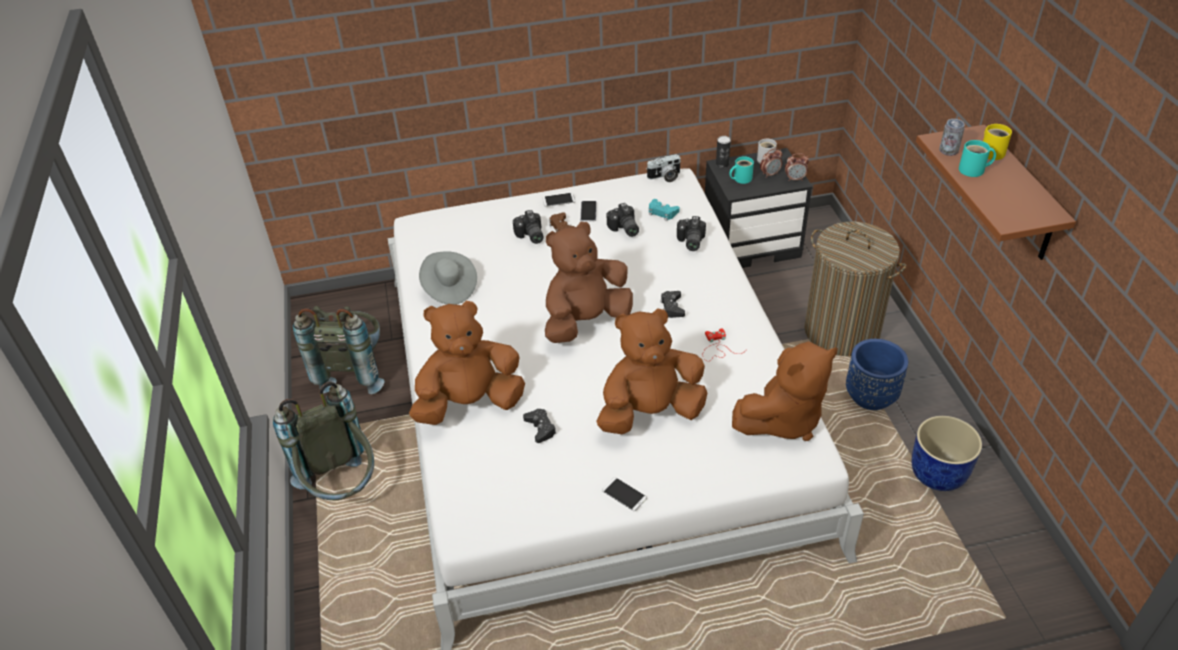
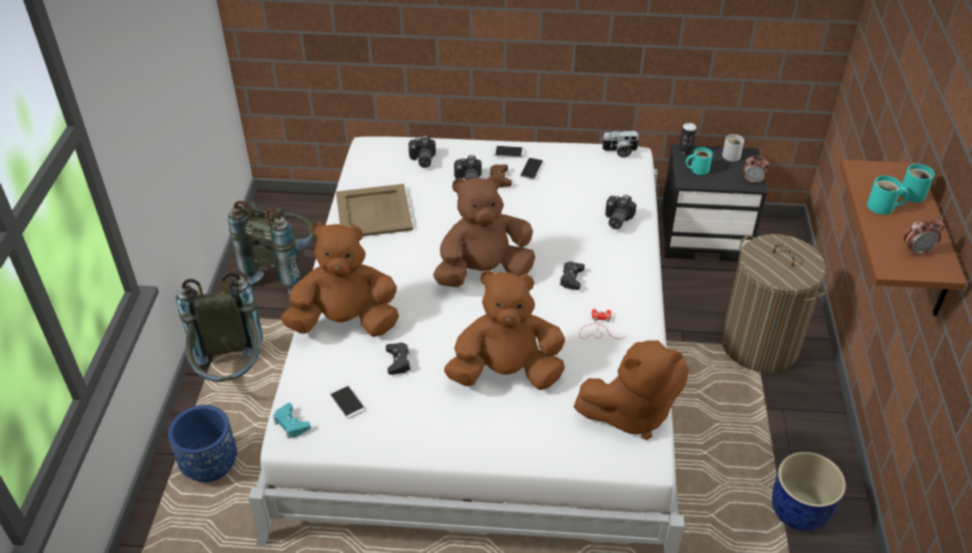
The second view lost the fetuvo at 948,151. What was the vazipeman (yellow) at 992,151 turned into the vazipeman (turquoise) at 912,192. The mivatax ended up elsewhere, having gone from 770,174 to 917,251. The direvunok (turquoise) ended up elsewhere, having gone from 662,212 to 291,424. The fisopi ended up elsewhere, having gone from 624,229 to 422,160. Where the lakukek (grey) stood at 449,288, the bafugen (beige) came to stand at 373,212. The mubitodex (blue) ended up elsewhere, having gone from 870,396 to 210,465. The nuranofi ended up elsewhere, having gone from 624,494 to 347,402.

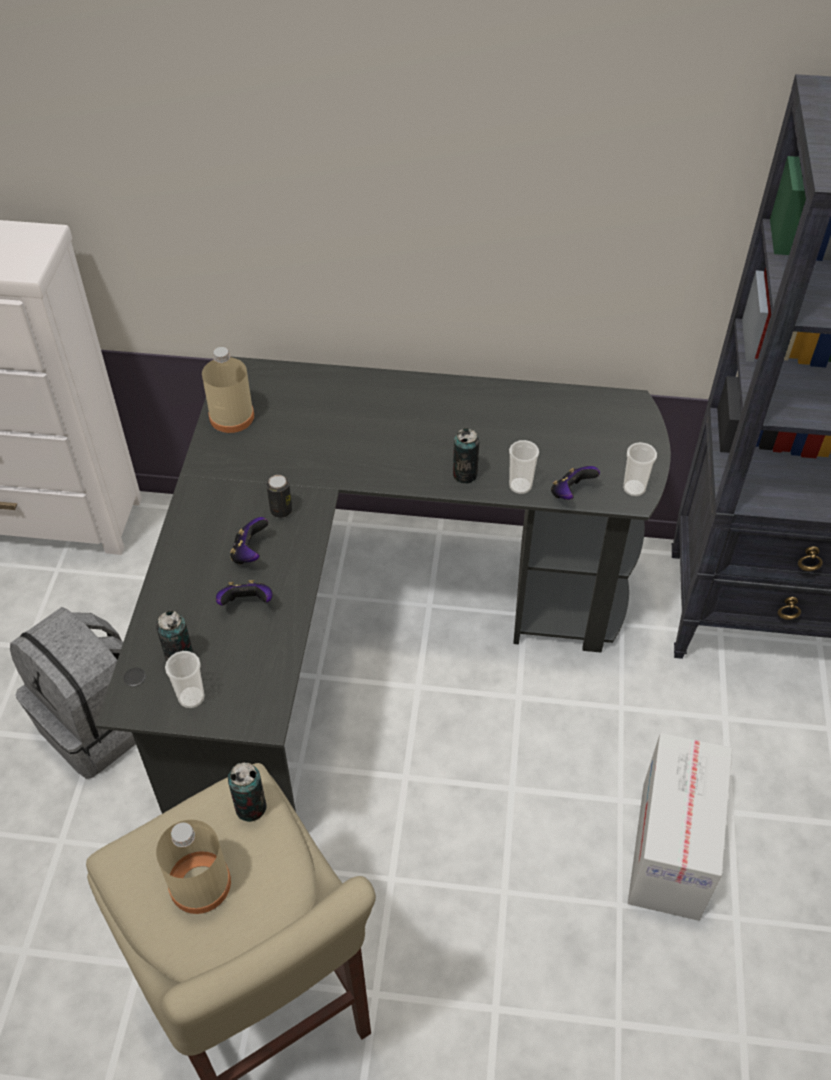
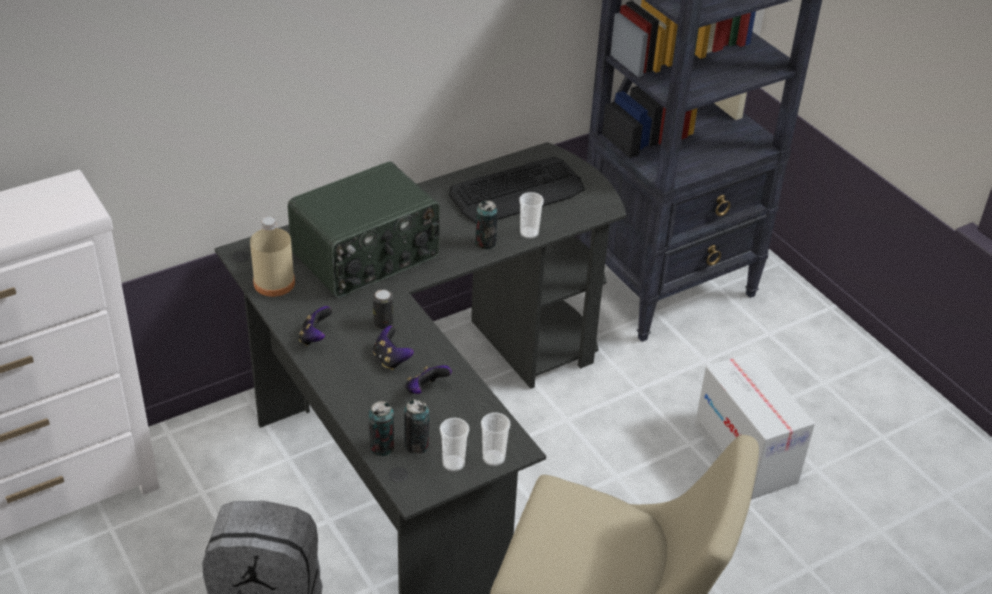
The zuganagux ended up elsewhere, having gone from 634,488 to 493,458. The direvunok ended up elsewhere, having gone from 571,493 to 315,337. The fetuvo ended up elsewhere, having gone from 250,807 to 382,447. The second view lost the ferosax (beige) at 200,883. The second view gained the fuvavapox at 517,192. The second view gained the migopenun at 367,257.

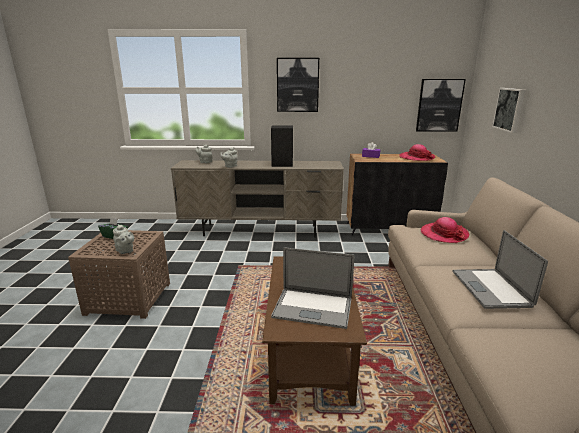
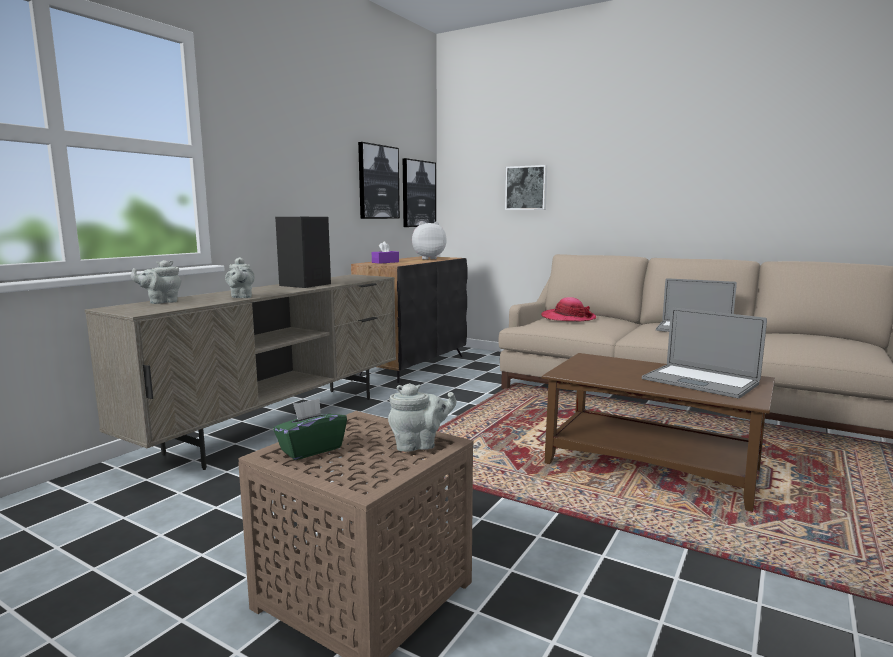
The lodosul ended up elsewhere, having gone from 297,85 to 378,182. Where the lakukek stood at 416,158, the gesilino came to stand at 428,258. The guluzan at 312,308 ended up facing another way, 90 degrees clockwise from before.

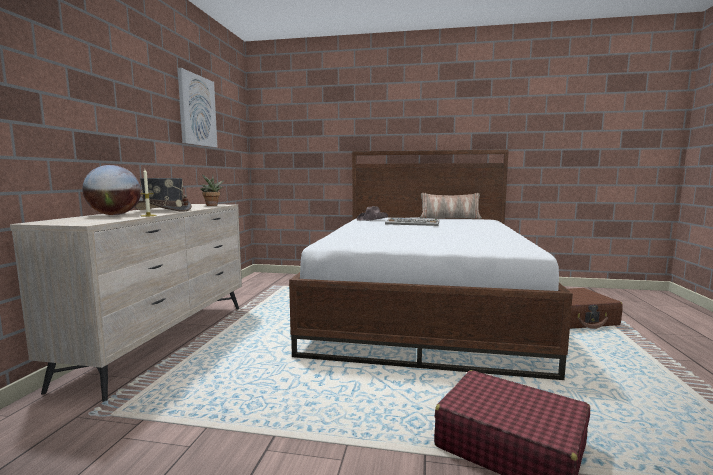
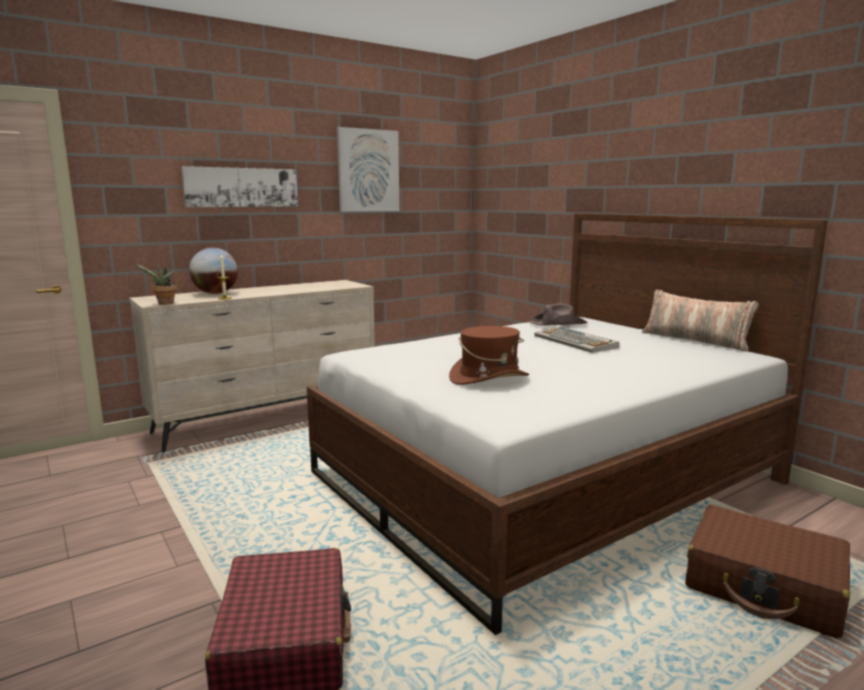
The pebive ended up elsewhere, having gone from 212,205 to 164,303. The second view lost the lakukek (grey) at 163,210. The second view gained the lodosul at 242,187. The second view gained the lakukek (brown) at 489,378.

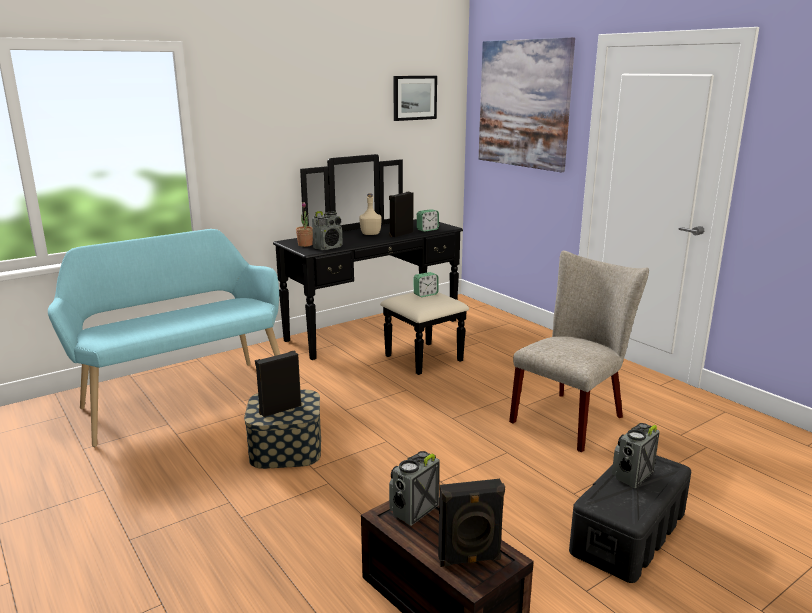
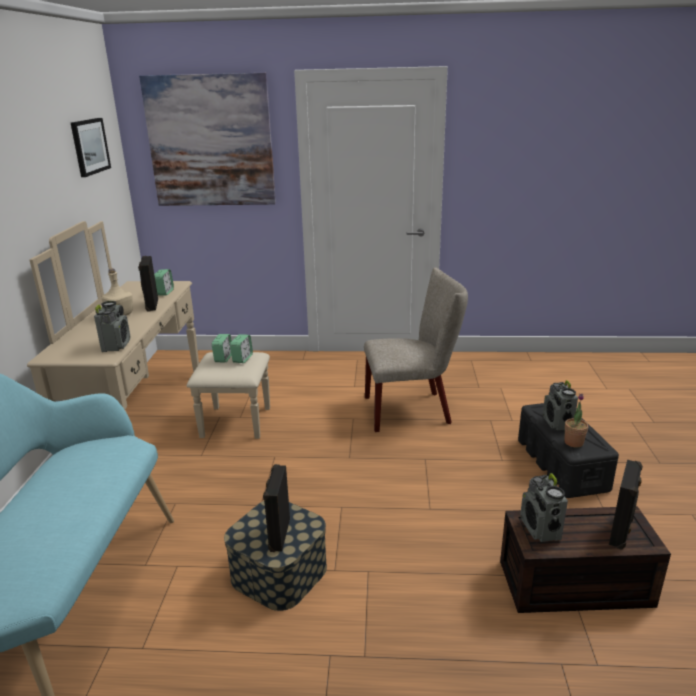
What was the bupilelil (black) at 384,336 turned into the bupilelil (beige) at 163,420. The pebive ended up elsewhere, having gone from 305,245 to 573,442. The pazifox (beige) at 572,417 ended up facing another way, 90 degrees clockwise from before. The second view gained the mivatax at 242,359.

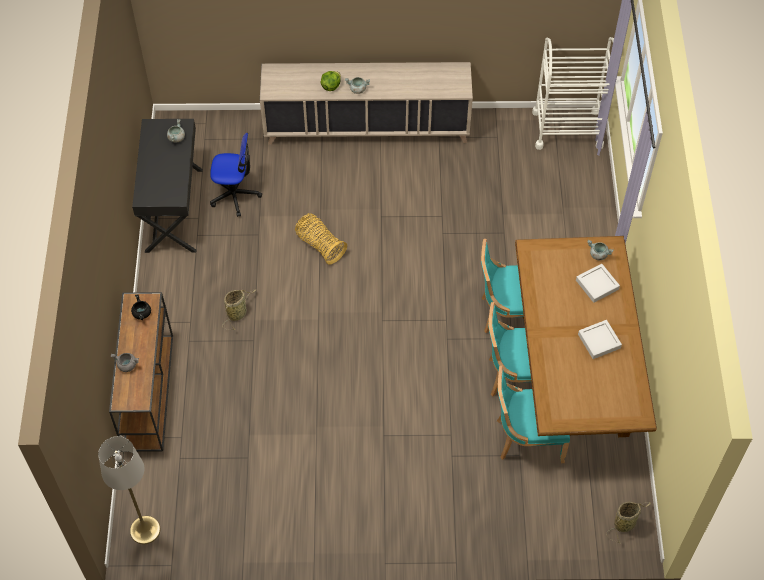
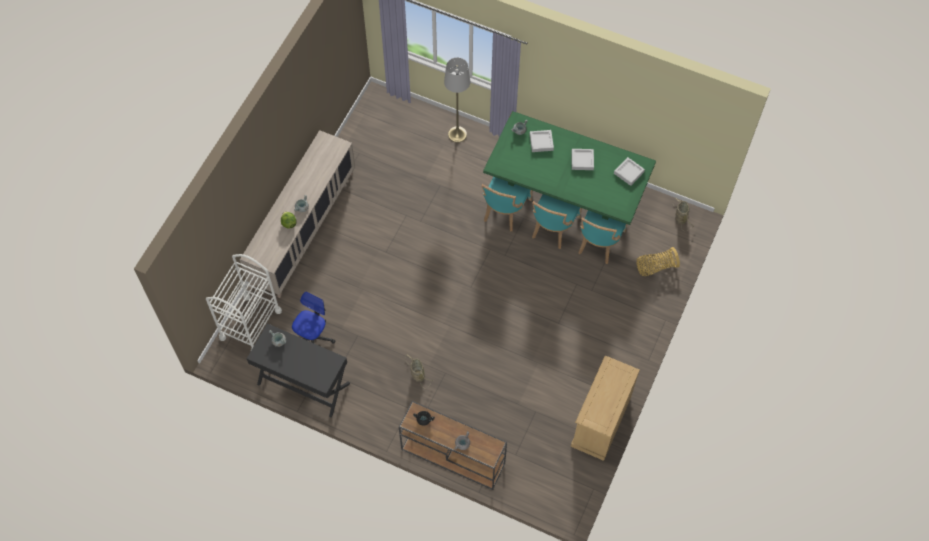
The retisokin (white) ended up elsewhere, having gone from 567,129 to 250,324. The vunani ended up elsewhere, having gone from 320,245 to 655,267. What was the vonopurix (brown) at 574,373 turned into the vonopurix (green) at 566,196. The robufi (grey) ended up elsewhere, having gone from 145,530 to 457,134. The second view gained the bafugen (grey) at 628,172. The second view gained the bupilelil (beige) at 600,421.

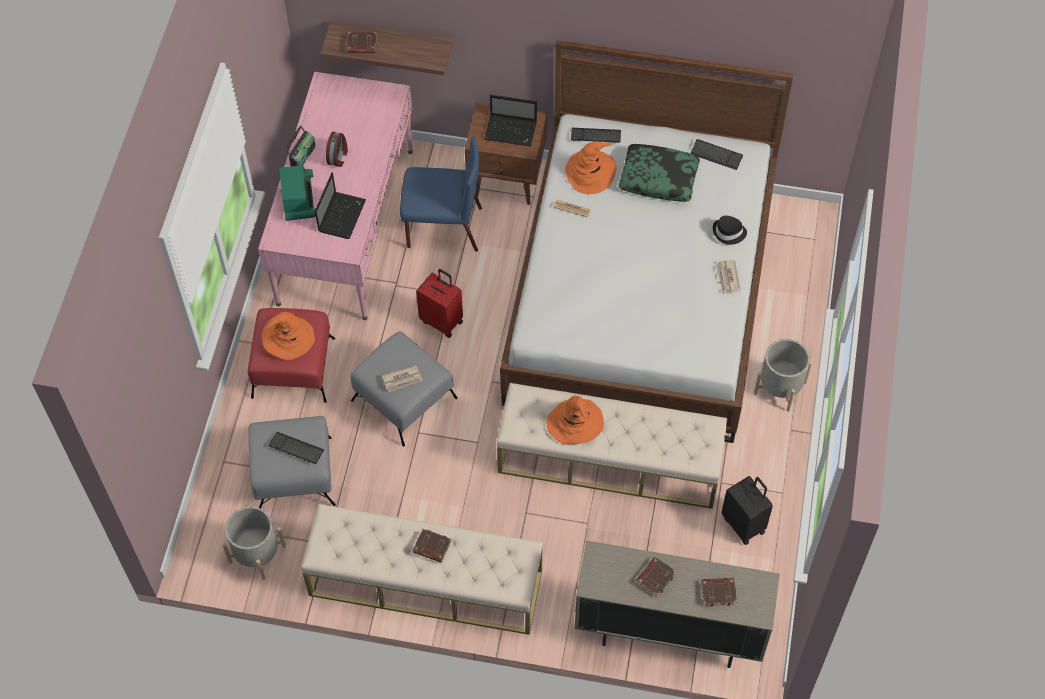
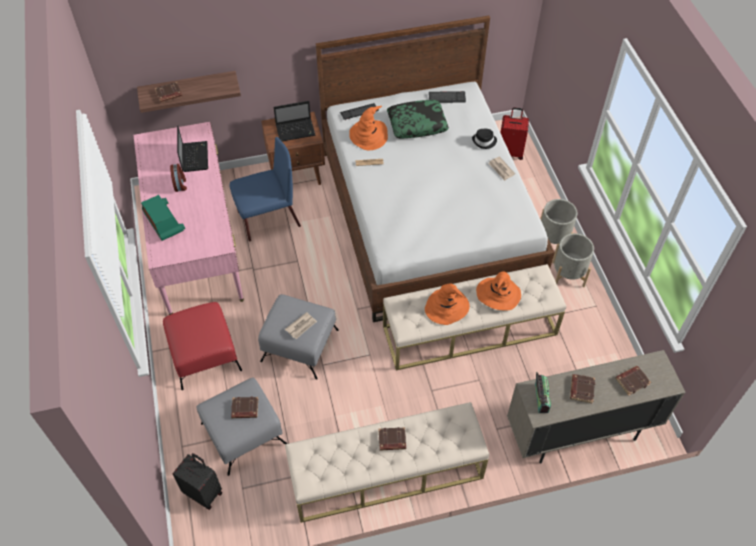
The migopenun ended up elsewhere, having gone from 302,155 to 540,398. The guluzan ended up elsewhere, having gone from 342,215 to 194,156. The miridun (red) ended up elsewhere, having gone from 442,321 to 510,152. The lakukek (orange) ended up elsewhere, having gone from 287,337 to 498,294. Where the fuvavapox stood at 296,448, the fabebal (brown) came to stand at 244,409. The miridun (black) ended up elsewhere, having gone from 744,524 to 204,492. The mubitodex (grey) ended up elsewhere, having gone from 257,554 to 568,274.

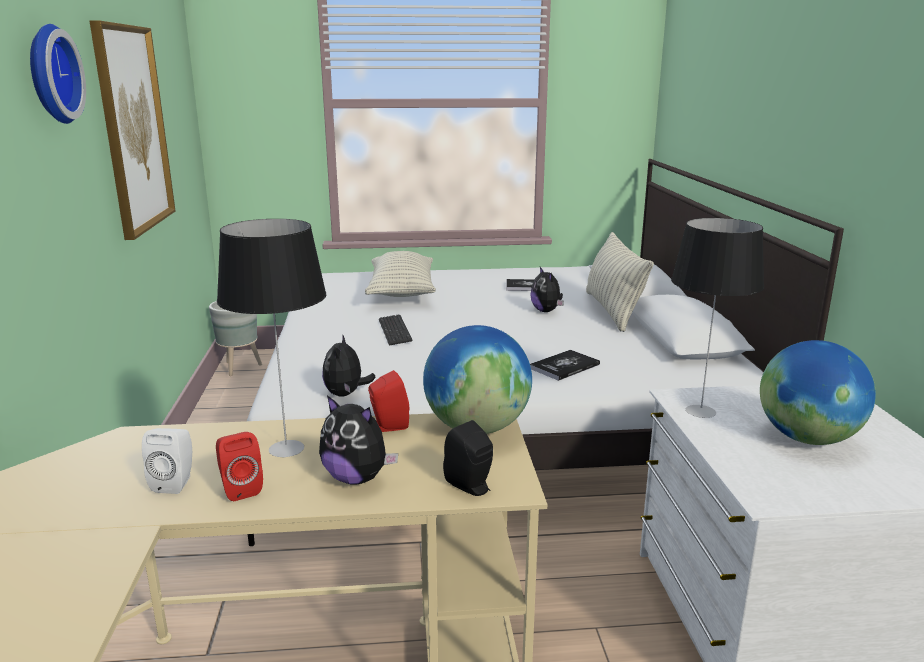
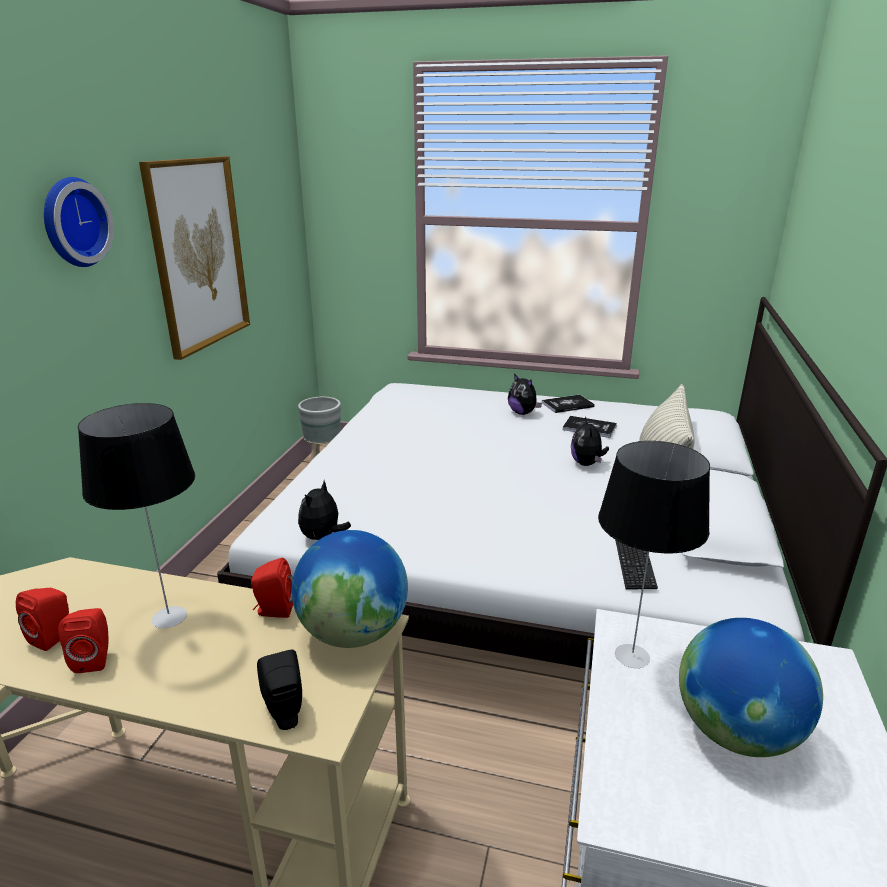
The second view lost the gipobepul at 401,291. The fuvavapox ended up elsewhere, having gone from 394,331 to 634,561. The fabebal ended up elsewhere, having gone from 564,366 to 567,405. The gesilino ended up elsewhere, having gone from 357,478 to 522,413. What was the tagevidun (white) at 176,482 turned into the tagevidun (red) at 54,636.

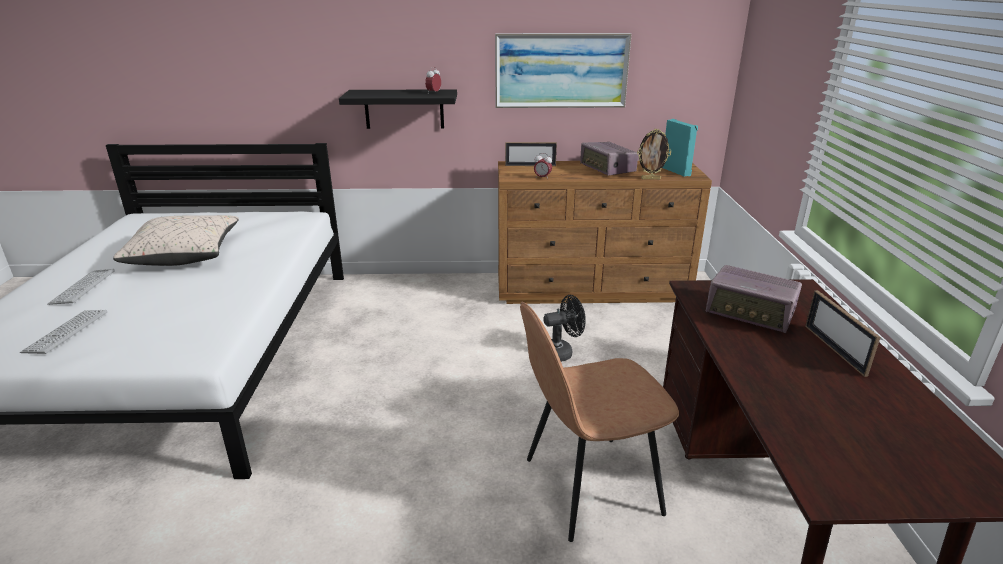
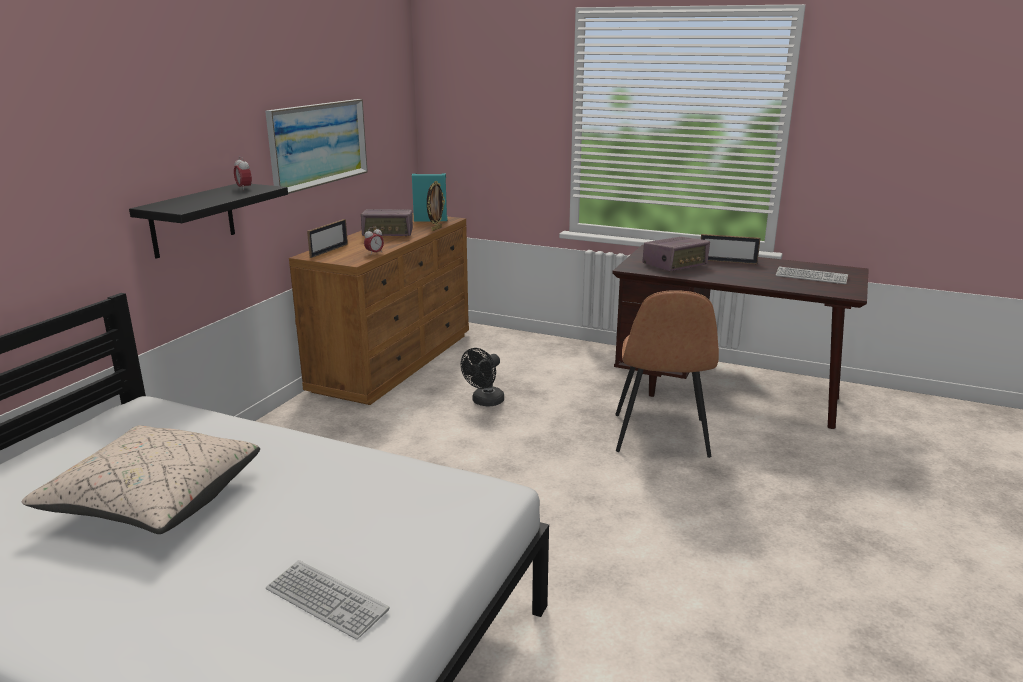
The fuvavapox ended up elsewhere, having gone from 83,287 to 811,277. The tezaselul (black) at 561,352 ended up facing another way, 150 degrees counterclockwise from before.

